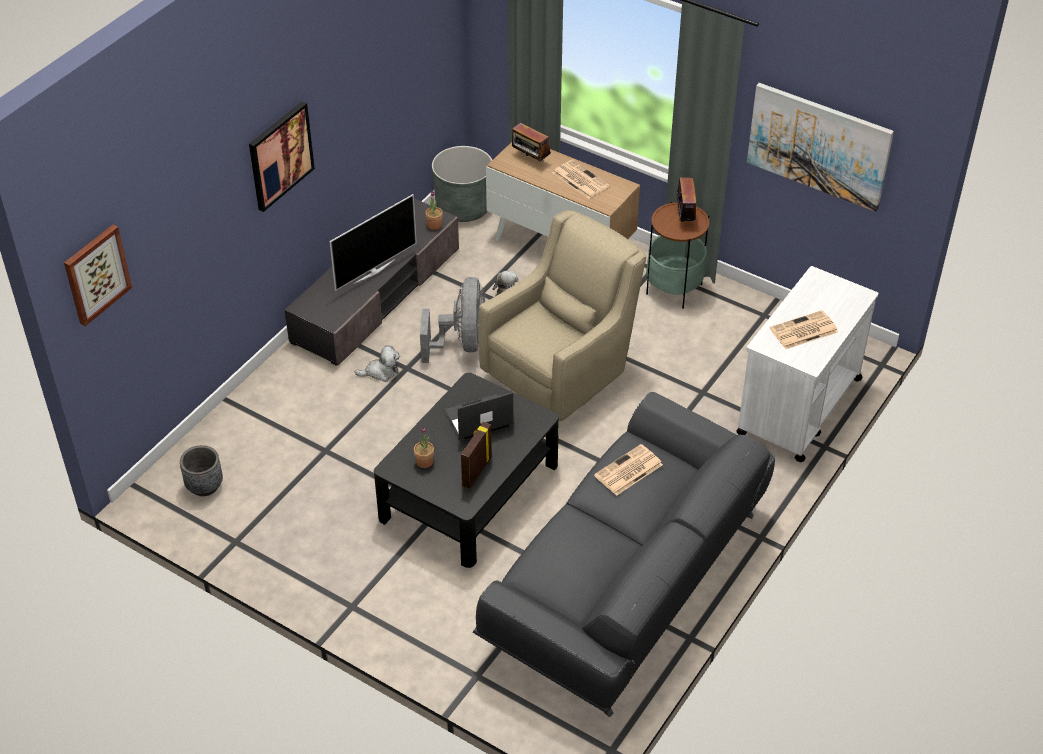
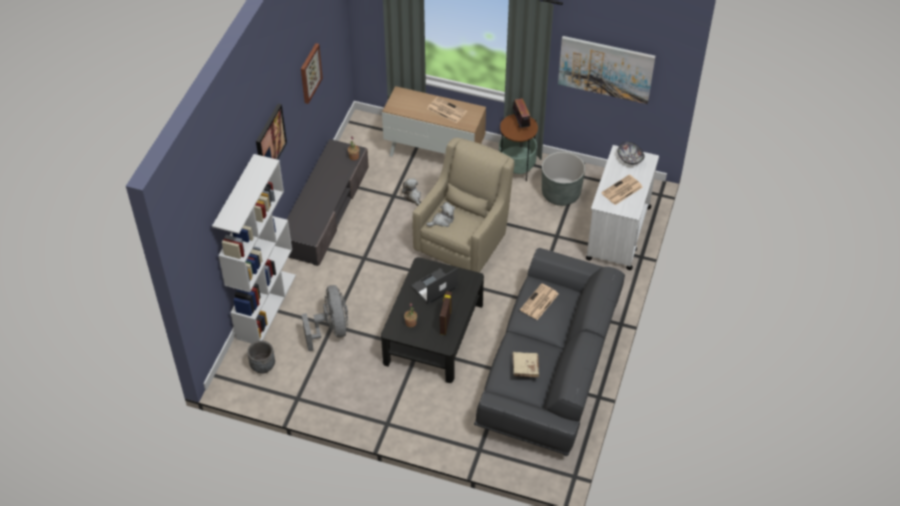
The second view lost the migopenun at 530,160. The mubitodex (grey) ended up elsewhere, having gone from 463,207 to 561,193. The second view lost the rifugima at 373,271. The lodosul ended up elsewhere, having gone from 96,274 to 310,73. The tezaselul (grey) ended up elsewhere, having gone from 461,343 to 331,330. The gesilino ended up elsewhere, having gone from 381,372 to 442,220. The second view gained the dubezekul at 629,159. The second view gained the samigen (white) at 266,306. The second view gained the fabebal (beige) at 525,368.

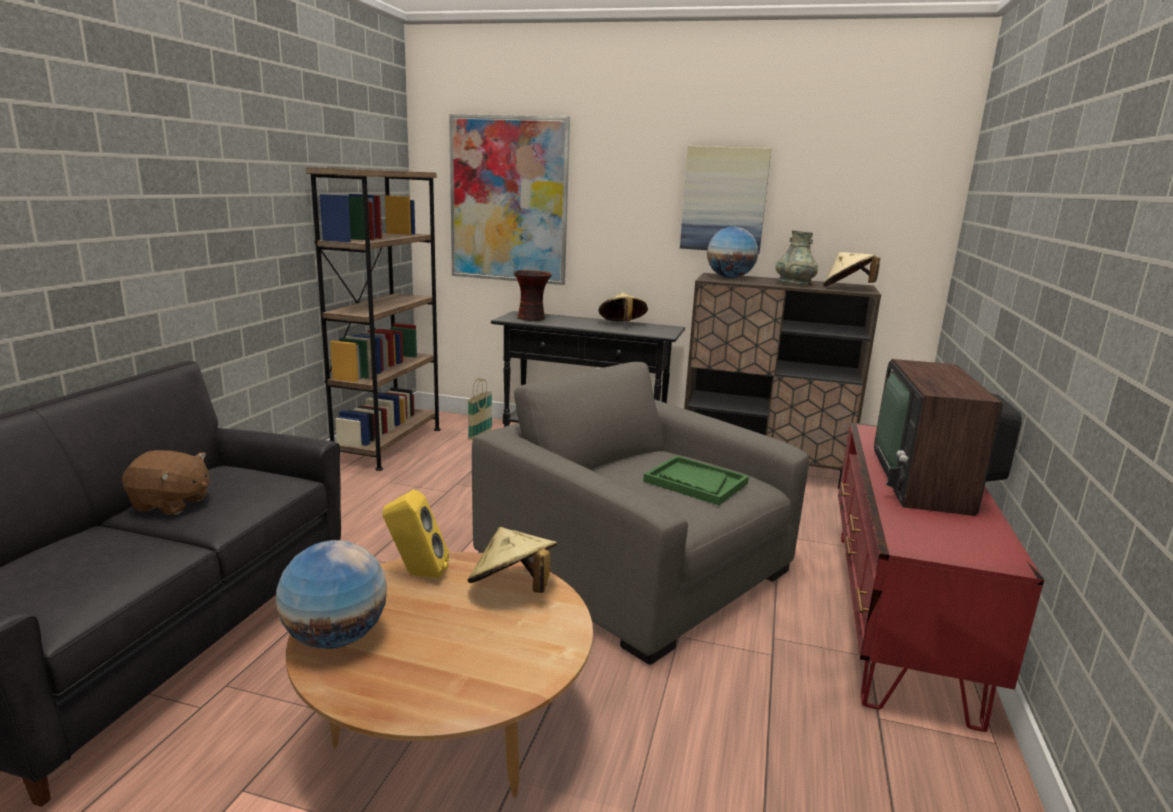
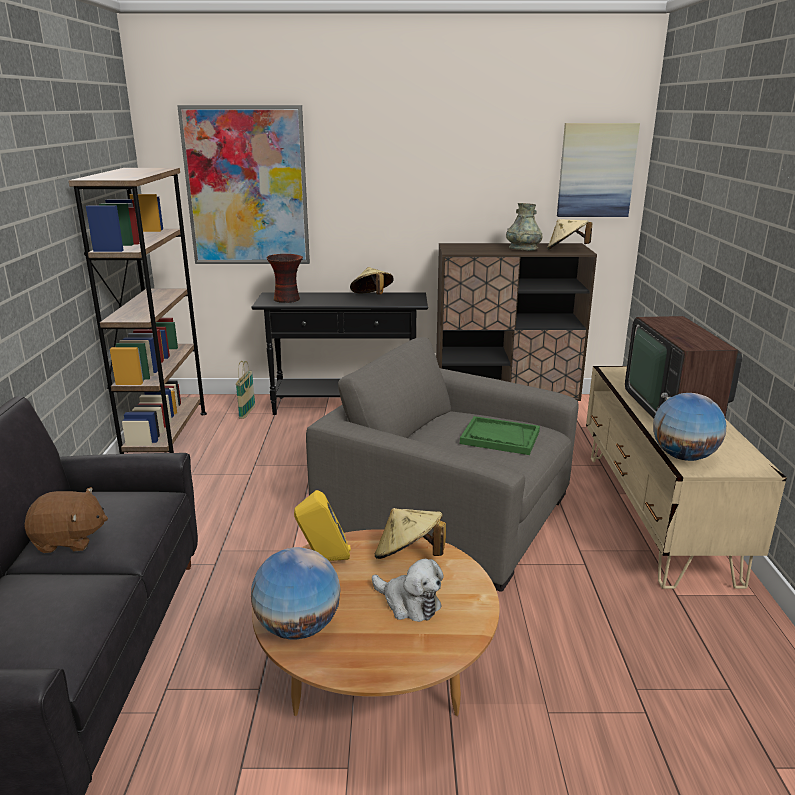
The lodosul ended up elsewhere, having gone from 724,200 to 596,170. The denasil ended up elsewhere, having gone from 729,278 to 683,456. What was the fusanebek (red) at 896,614 turned into the fusanebek (beige) at 655,513. The second view gained the gesilino at 409,603.

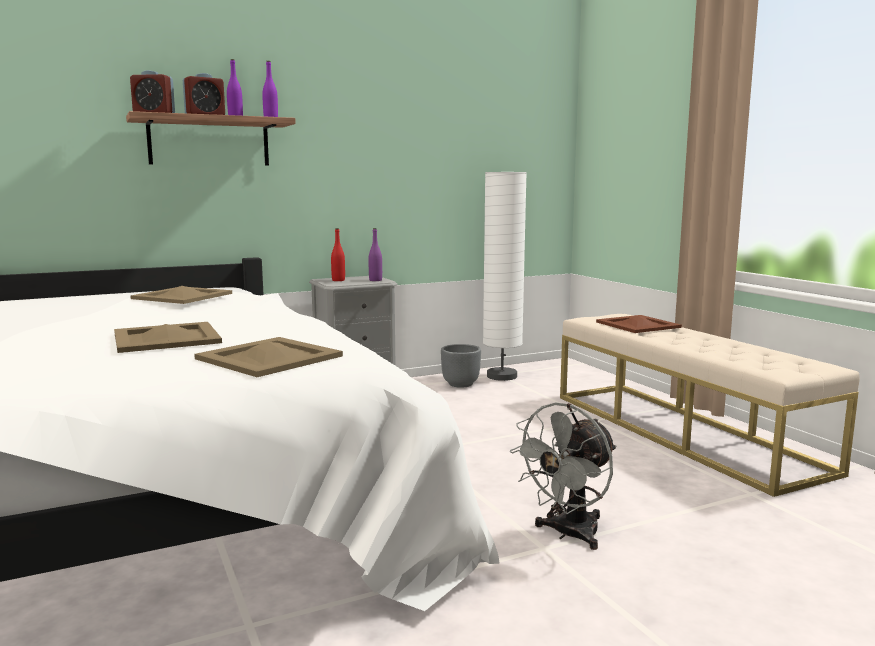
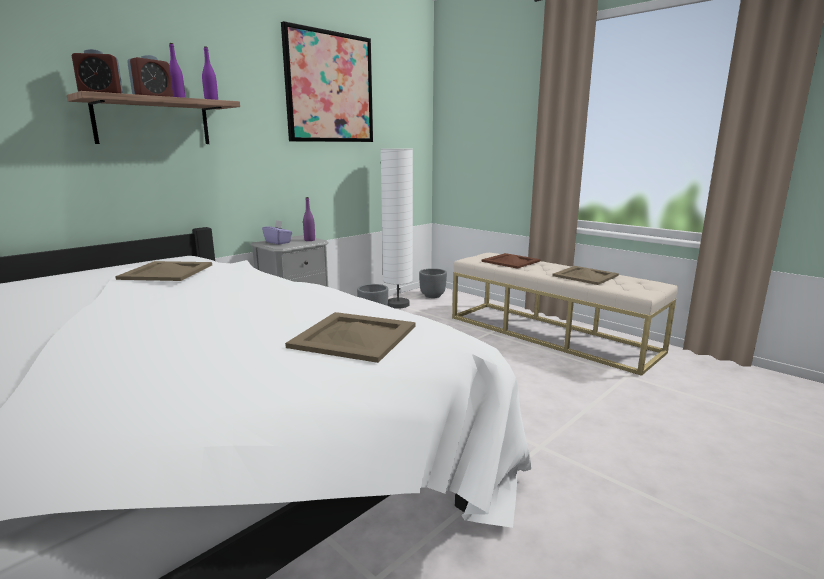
Where the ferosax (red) stood at 338,280, the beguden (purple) came to stand at 278,242. The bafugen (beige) ended up elsewhere, having gone from 167,338 to 585,275. The second view lost the tezaselul (grey) at 568,534. The second view gained the lodosul at 330,88. The second view gained the mubitodex (grey) at 432,296.

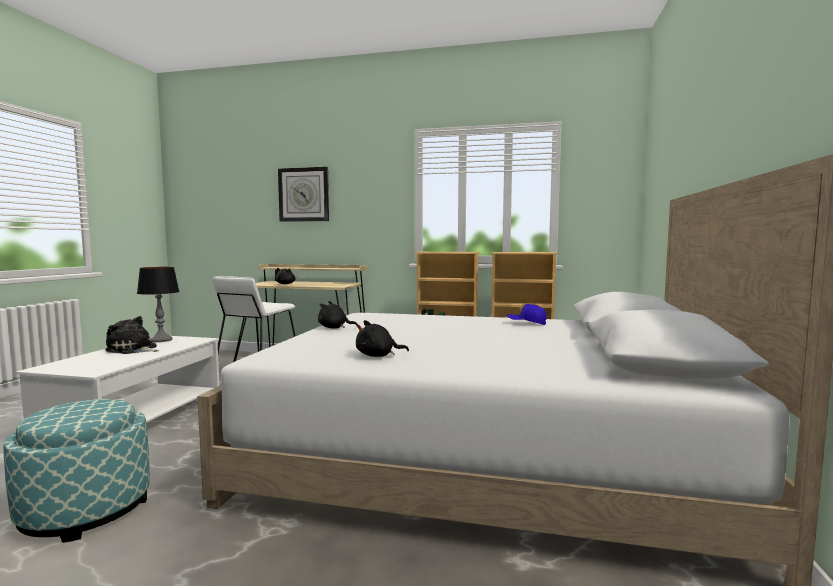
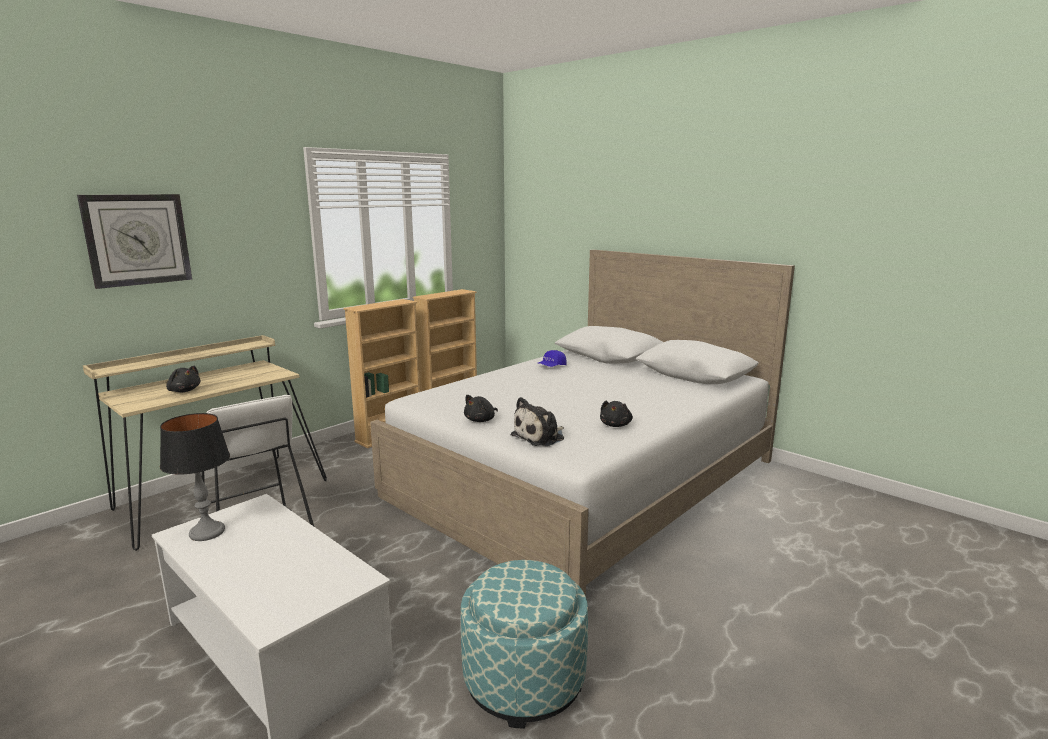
The gesilino ended up elsewhere, having gone from 133,350 to 540,437.

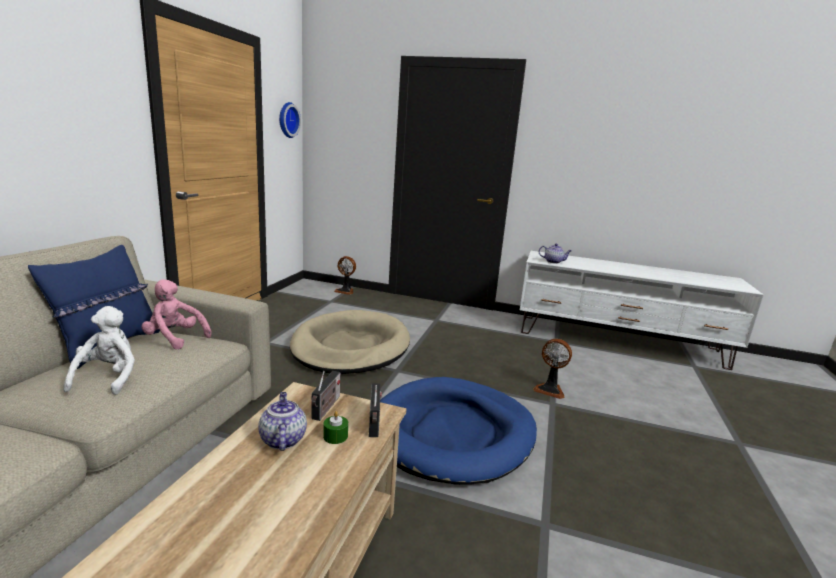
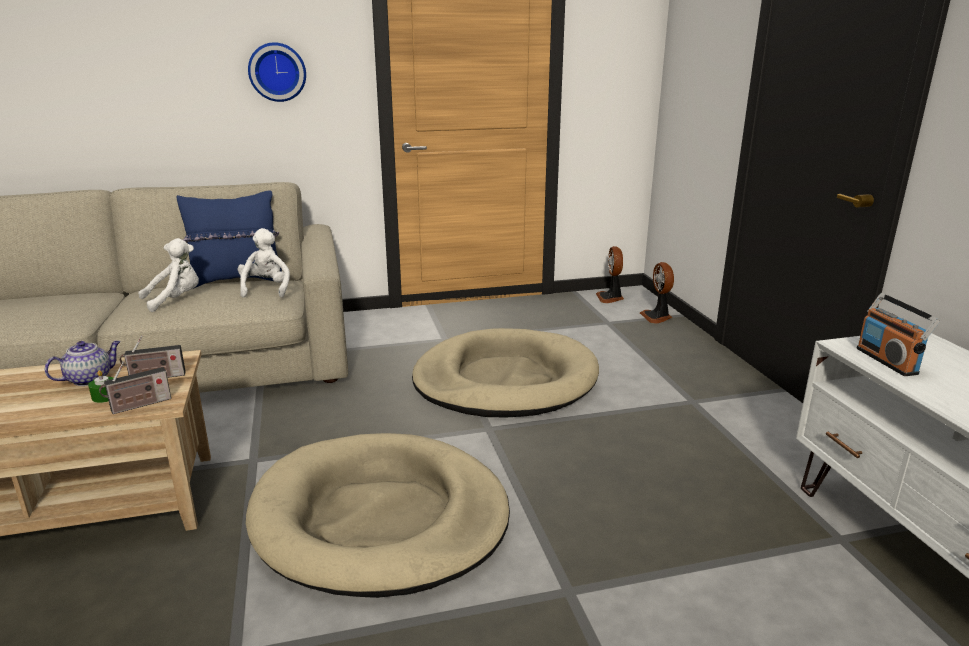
The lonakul ended up elsewhere, having gone from 287,120 to 277,72. Where the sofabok stood at 553,262, the migopenun came to stand at 887,361. What was the gesilino (pink) at 175,338 turned into the gesilino (white) at 266,289. The tezaselul ended up elsewhere, having gone from 550,389 to 610,298. What was the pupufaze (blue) at 452,433 turned into the pupufaze (beige) at 380,519.

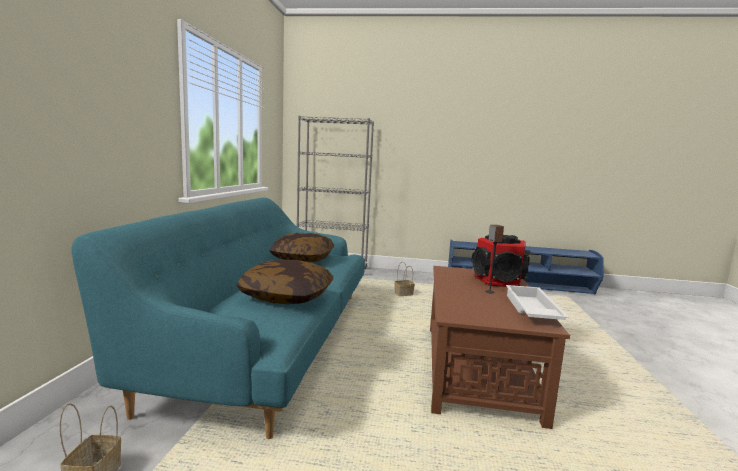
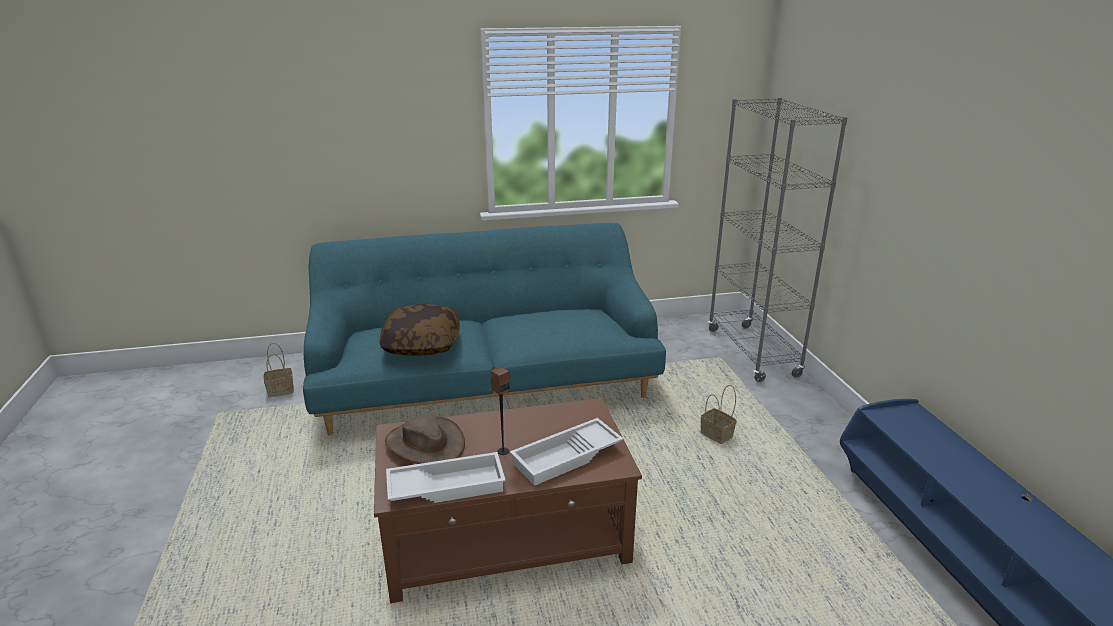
The second view lost the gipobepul at 303,259. Where the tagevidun stood at 500,281, the bafugen (white) came to stand at 567,458. The second view gained the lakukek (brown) at 425,444.

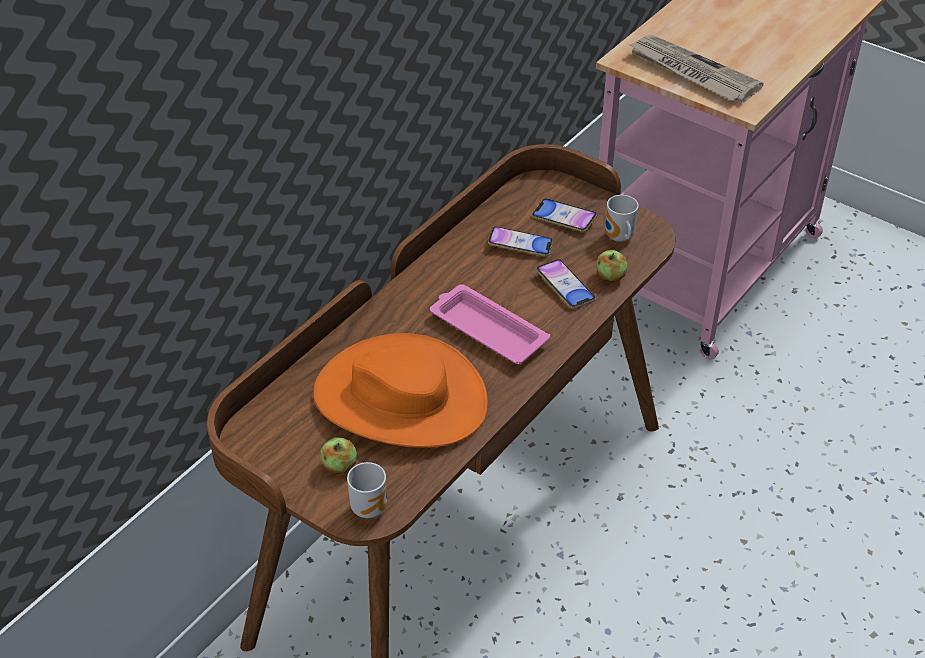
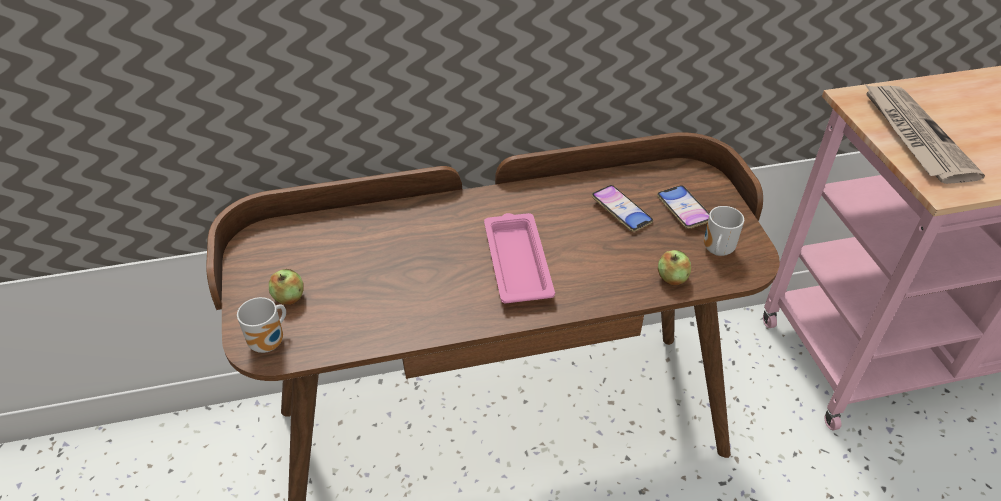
The second view lost the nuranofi at 565,287. The second view lost the lakukek (orange) at 400,398.

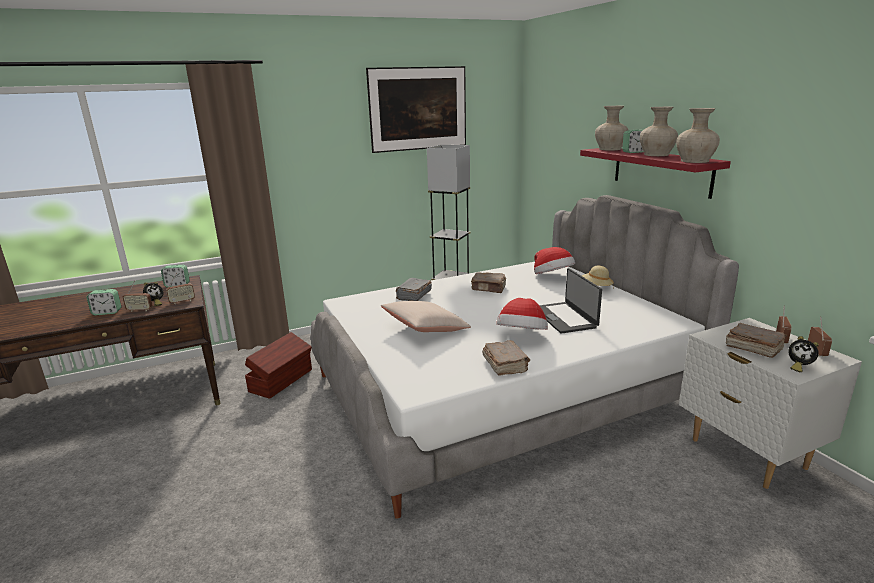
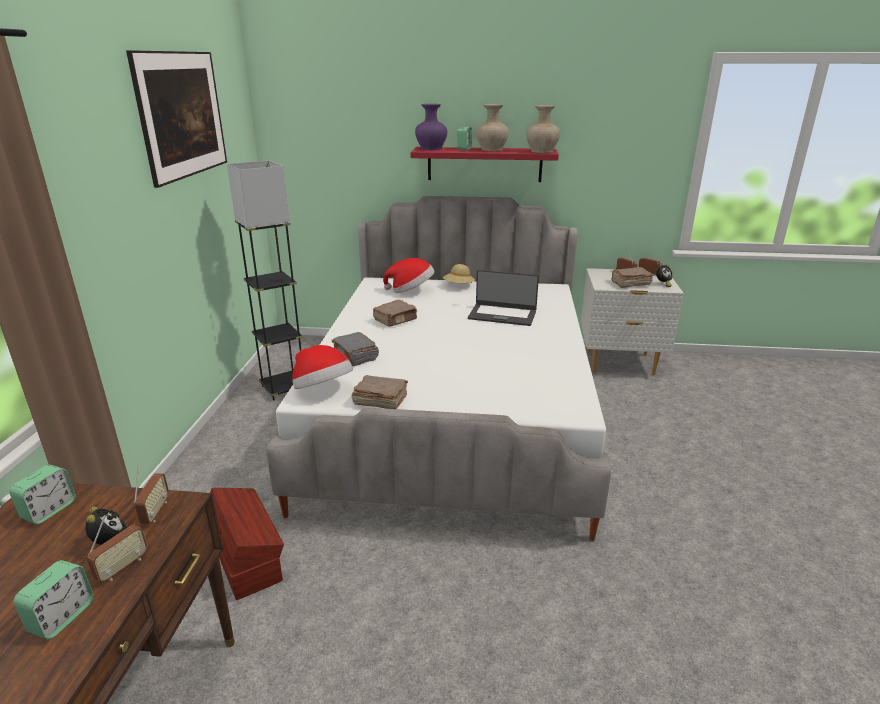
What was the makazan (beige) at 609,149 turned into the makazan (purple) at 431,148. The lakukek ended up elsewhere, having gone from 522,336 to 322,389. The second view lost the gipobepul (beige) at 425,328. The fabebal (brown) ended up elsewhere, having gone from 505,365 to 380,400.

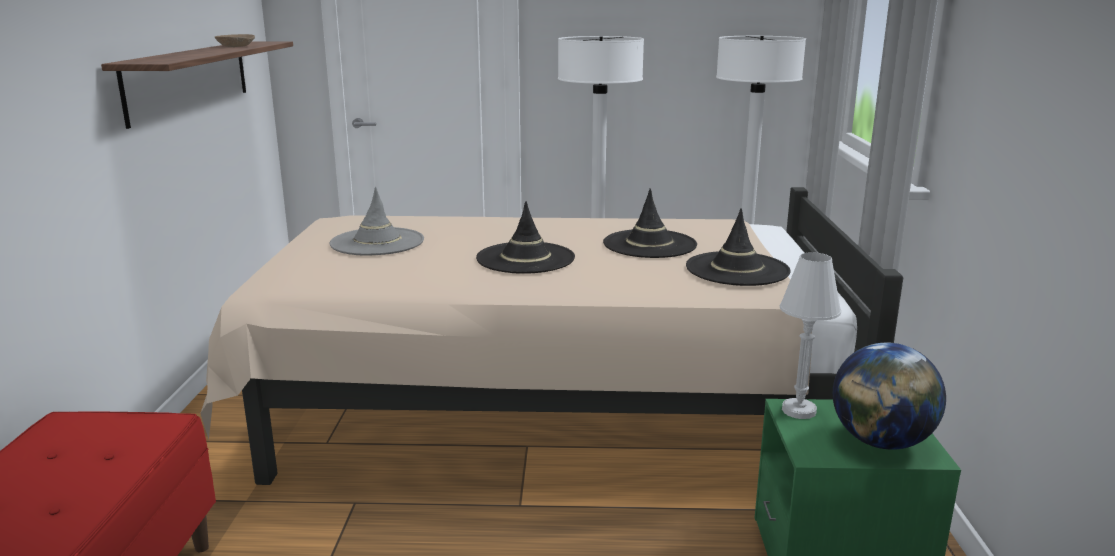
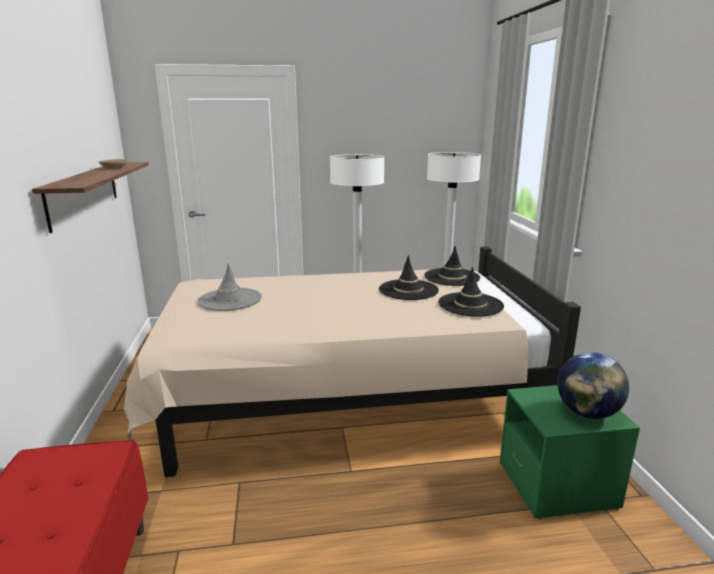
The lakukek (black) ended up elsewhere, having gone from 525,258 to 451,277. The second view lost the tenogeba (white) at 798,411.

